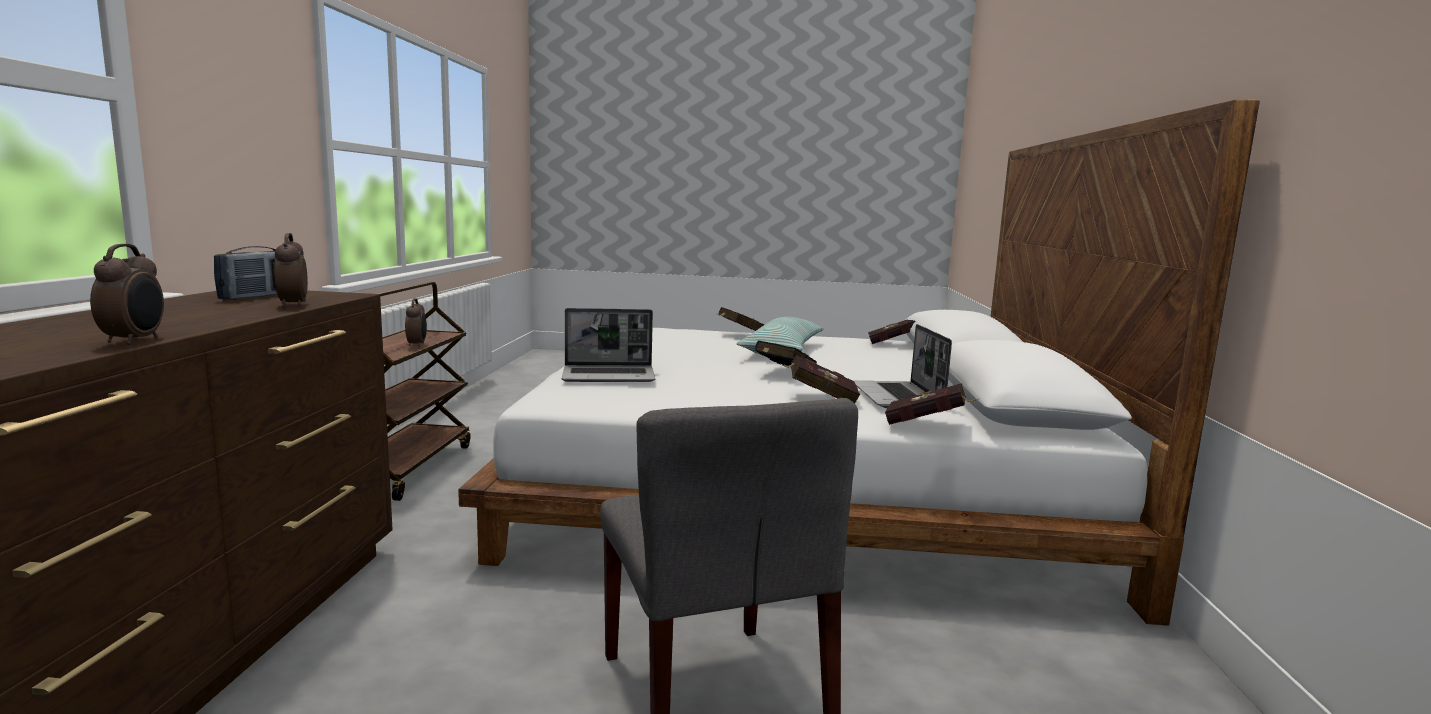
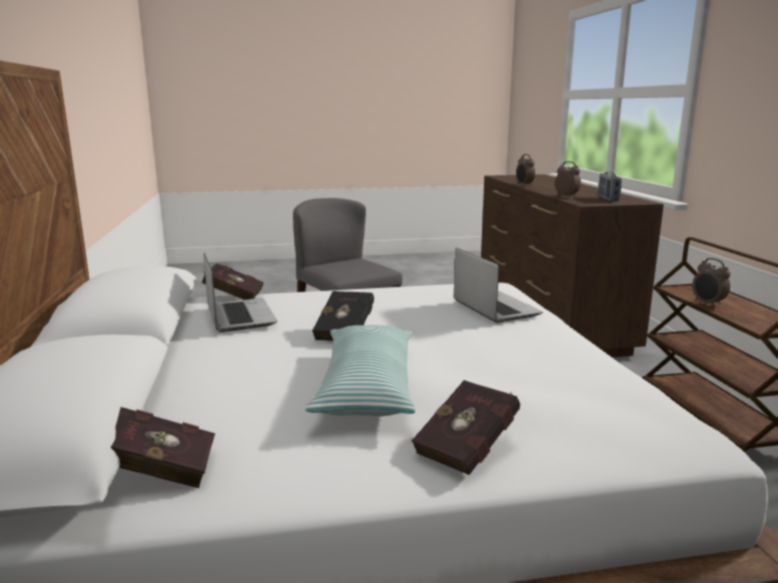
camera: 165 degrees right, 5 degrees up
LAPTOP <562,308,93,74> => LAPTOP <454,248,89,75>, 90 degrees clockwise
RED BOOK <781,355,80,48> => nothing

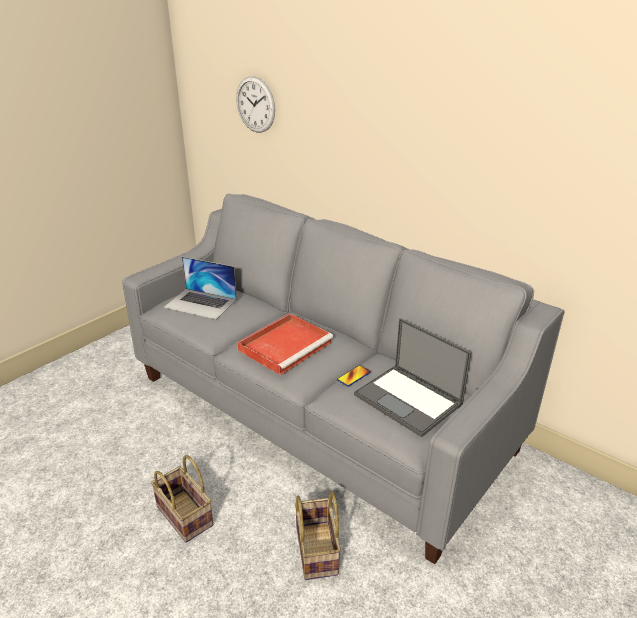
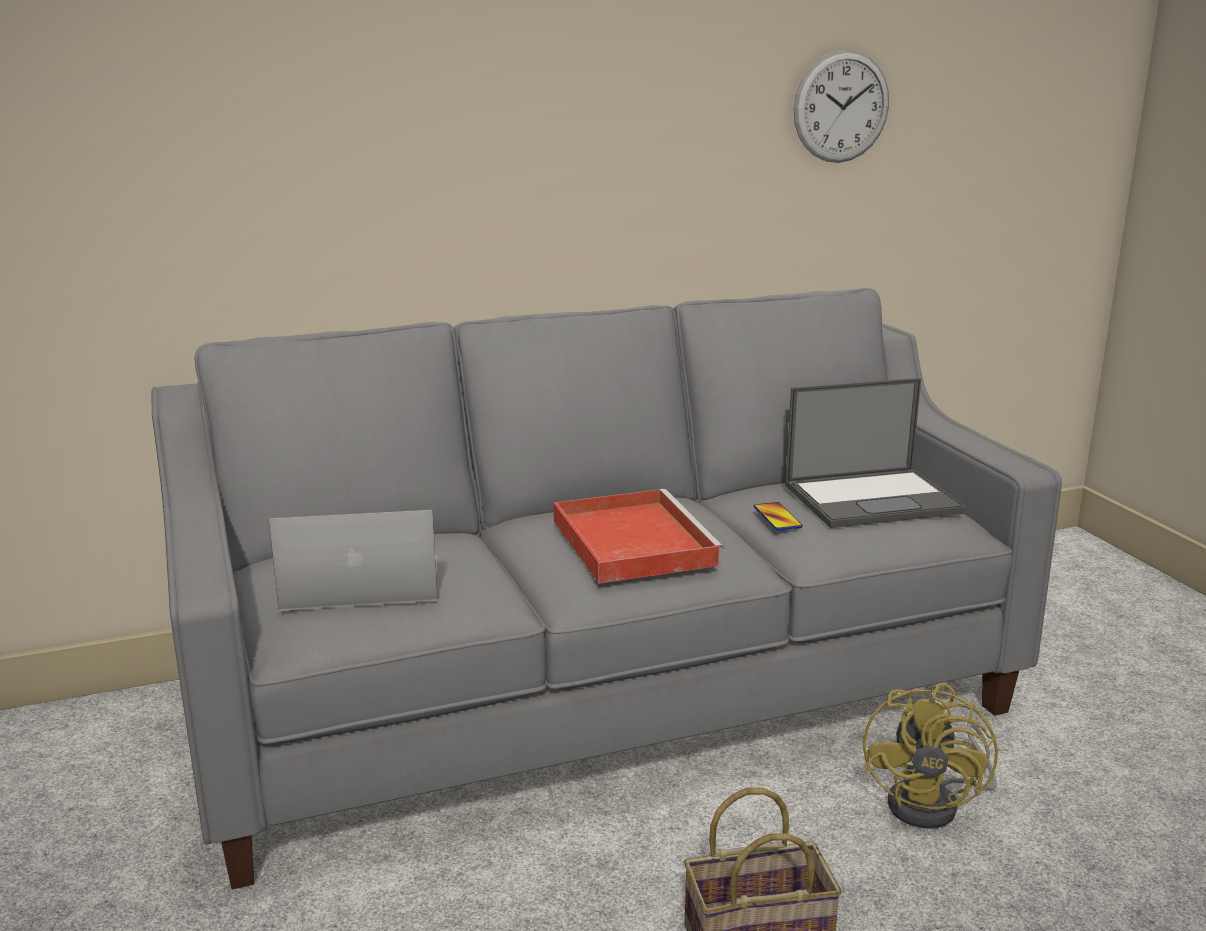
camera: 60 degrees left, 10 degrees down
LAPTOP <164,257,73,63> => LAPTOP <269,510,169,101>, 150 degrees counterclockwise
WALL CLOCK <236,76,39,57> => WALL CLOCK <794,49,95,114>, shifted
BASKET <295,491,46,89> => YELLOW FAN <863,683,135,146>

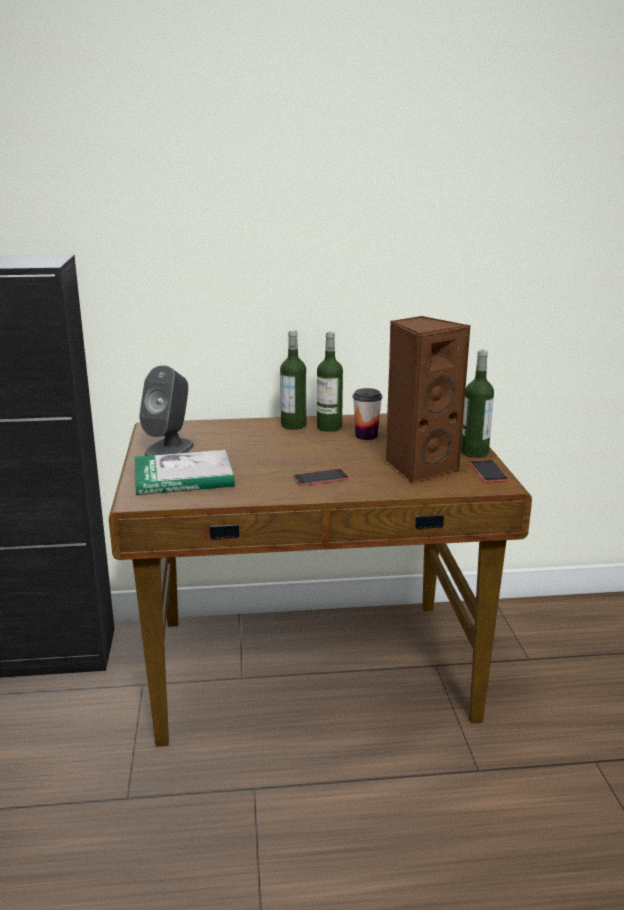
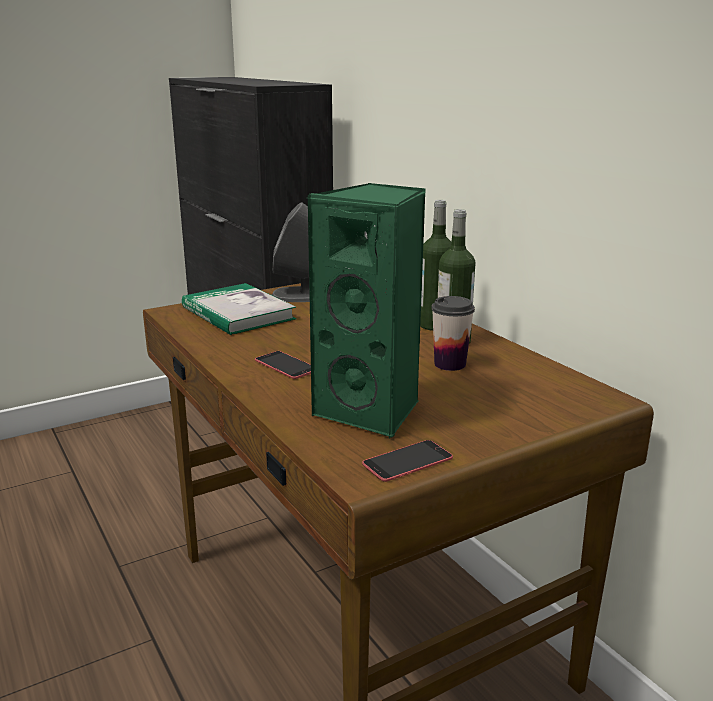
camera: 65 degrees right, 0 degrees up
BROWN SPEAKER <385,316,85,168> => GREEN SPEAKER <308,183,117,256>
BOTTLE <461,350,33,108> => nothing

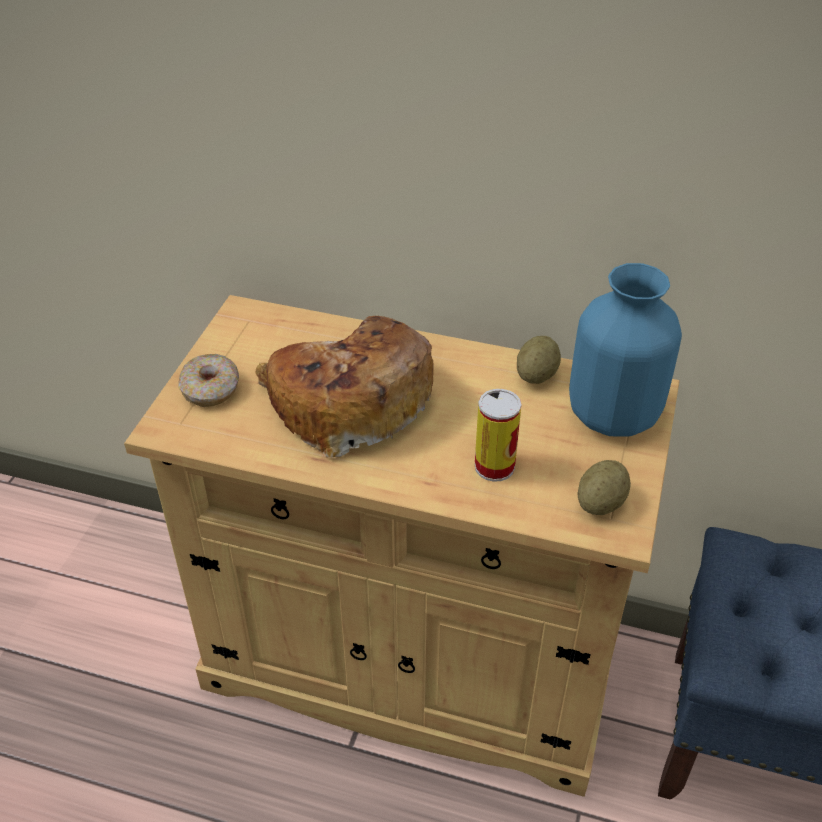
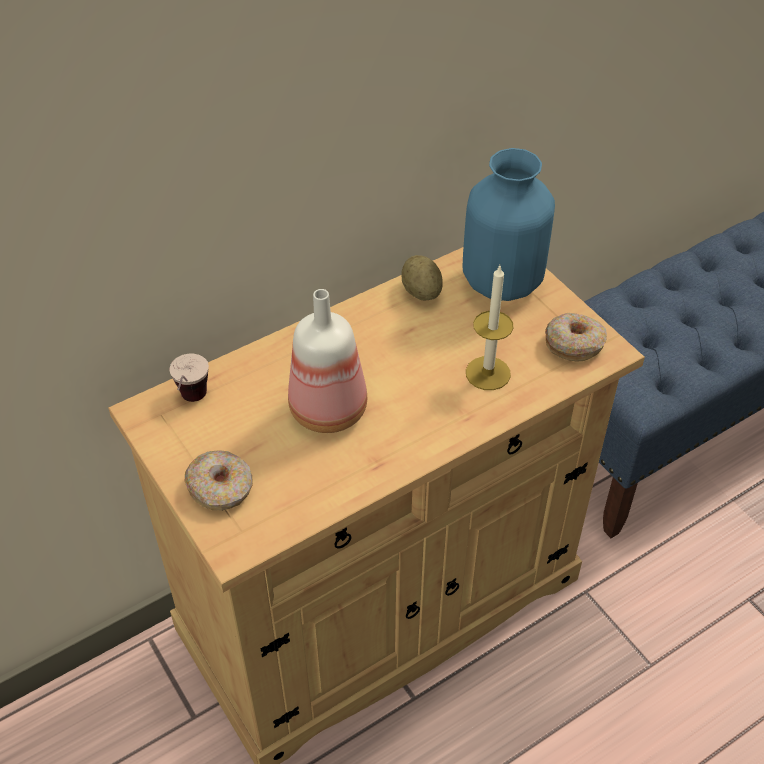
camera: 50 degrees left, 5 degrees up
BREAD <255,316,179,142> => BOTTLE <288,289,79,144>
CAN <475,389,47,93> => CANDLE <466,266,47,124>
POTATO <577,460,54,55> => DONUT <545,313,62,48>
nothing => CUP <169,354,40,48>

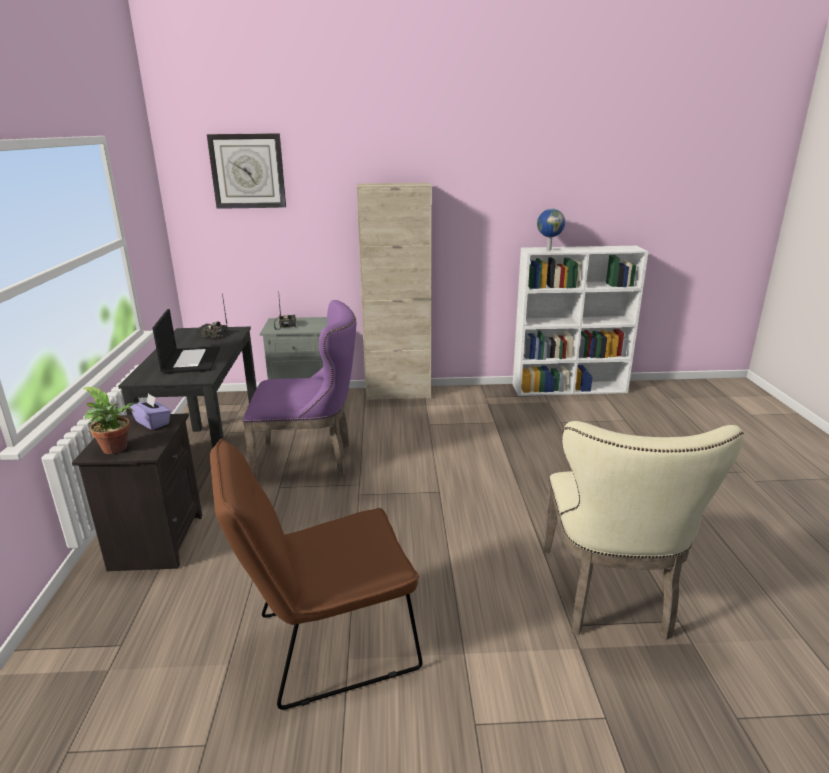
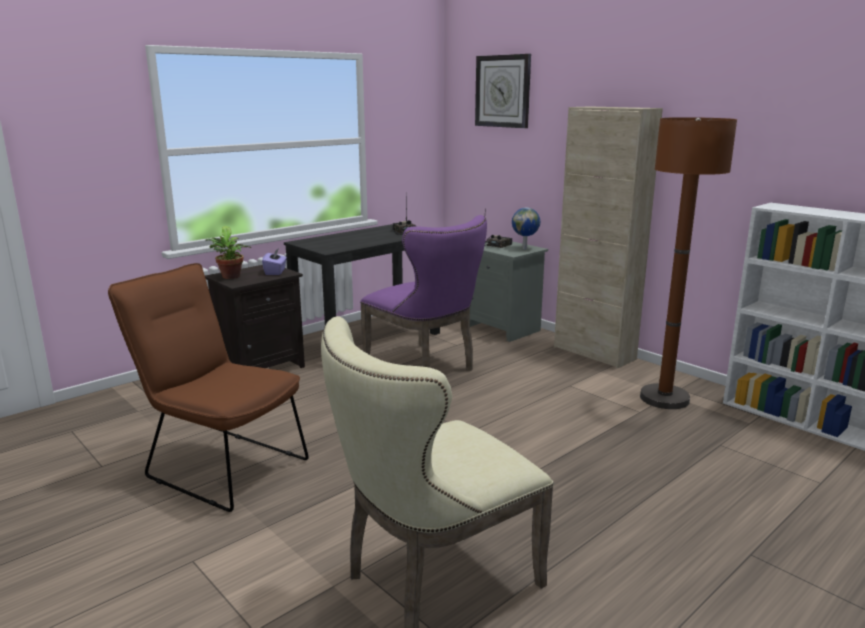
camera: 50 degrees right, 5 degrees down
LAPTOP <152,309,68,65> => nothing
GLOBE <537,209,28,41> => GLOBE <512,207,28,42>, shifted
nothing => BROWN FLOOR LAMP <640,117,97,292>

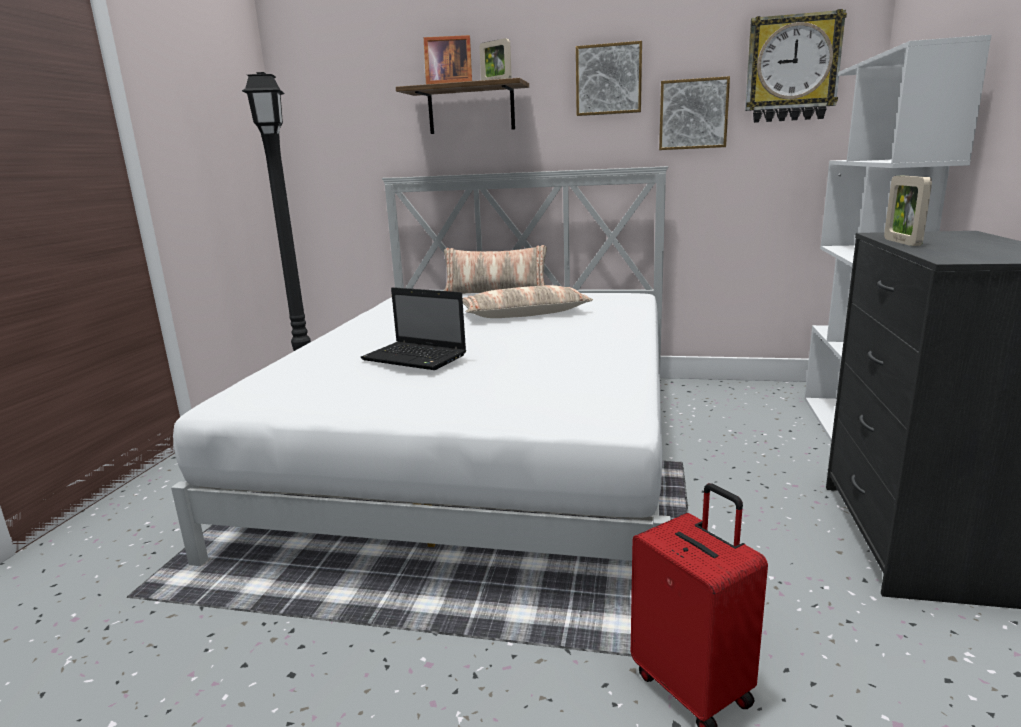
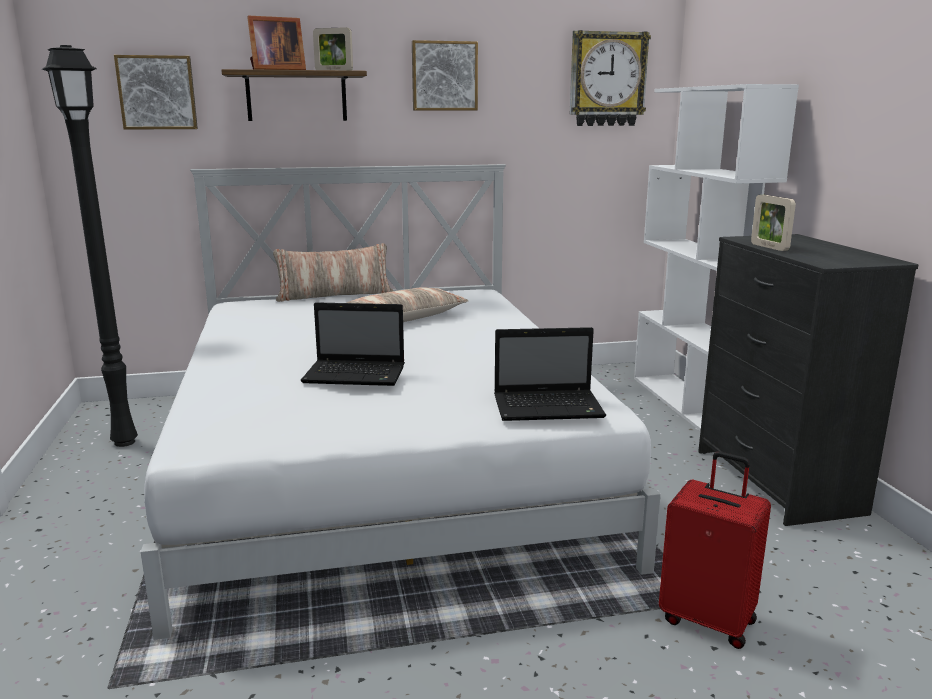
camera: 25 degrees left, 0 degrees up
PICTURE <659,76,71,74> => PICTURE <114,55,84,75>, shifted
nothing => LAPTOP <494,327,112,94>

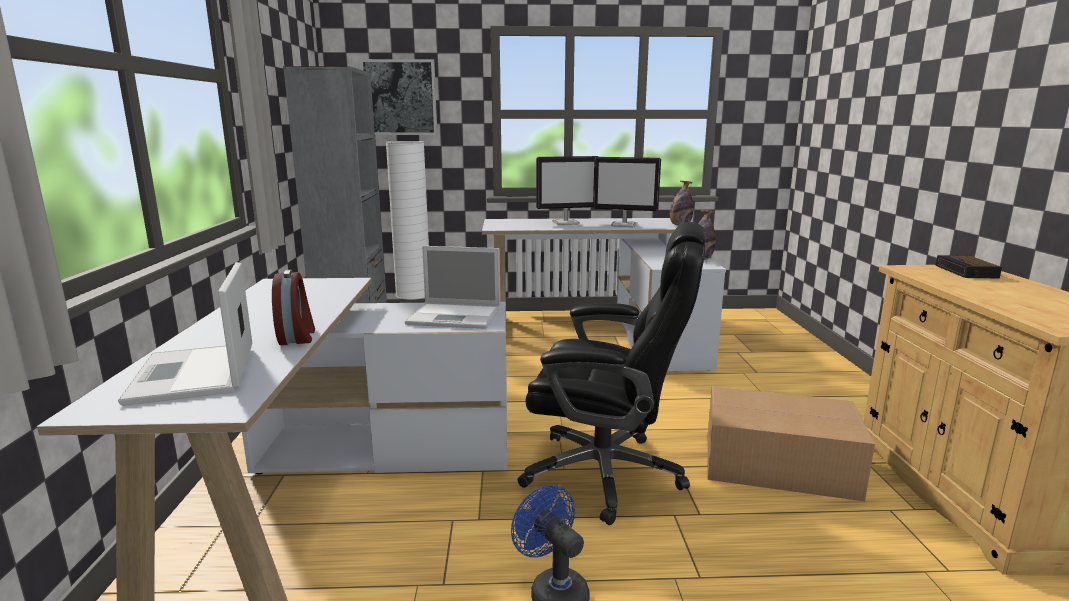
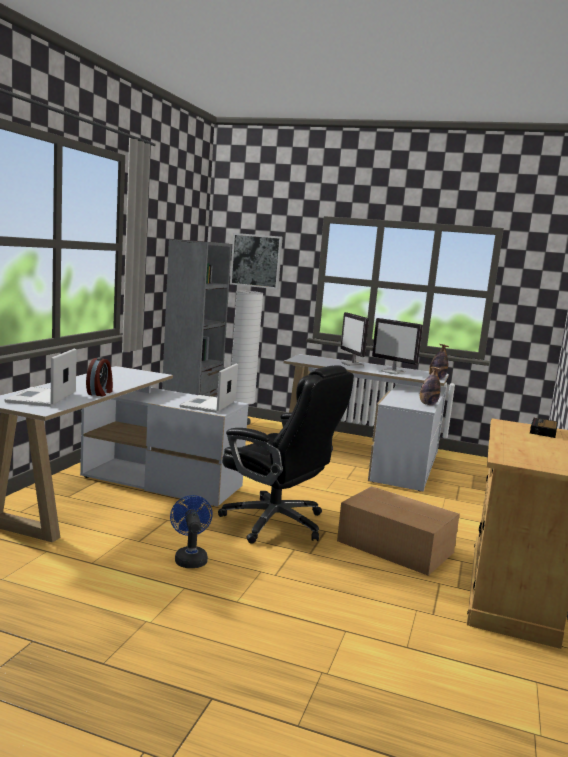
camera: 20 degrees right, 5 degrees down
LAPTOP <405,246,95,83> => LAPTOP <180,364,58,49>, 75 degrees clockwise
MONITOR <536,156,63,69> => MONITOR <340,312,29,54>, 60 degrees clockwise

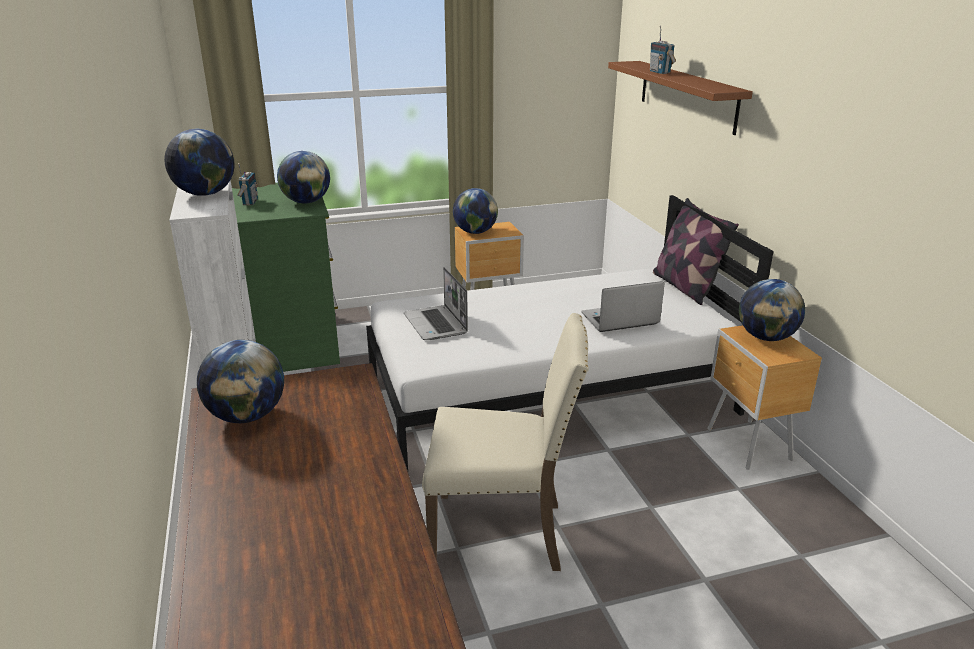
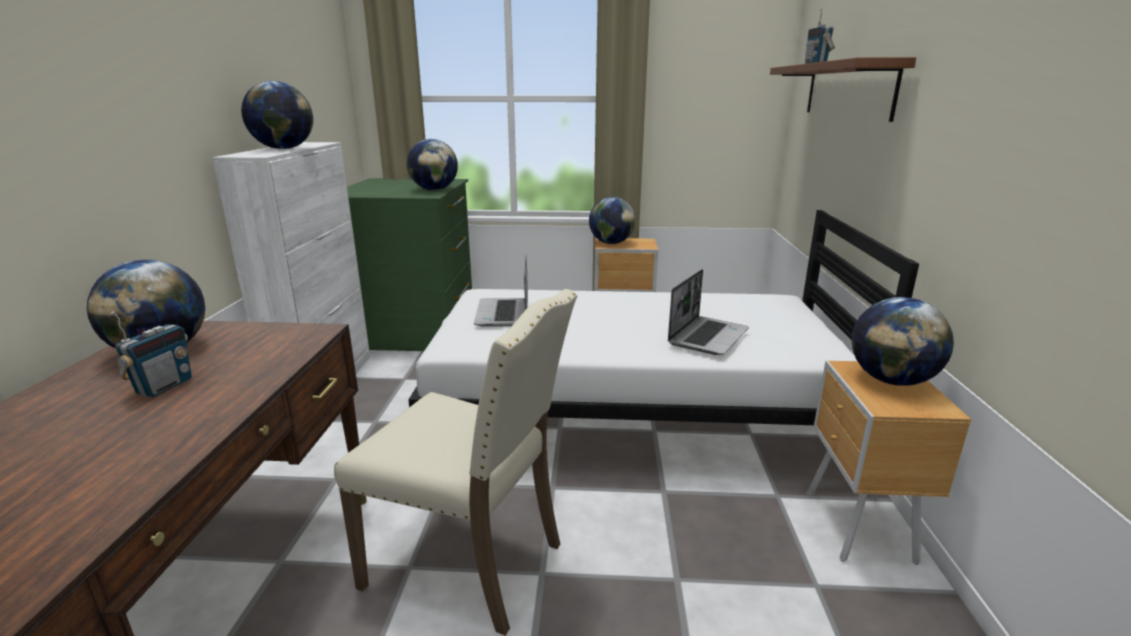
camera: 20 degrees right, 5 degrees down
RADIO <237,163,21,42> => RADIO <112,311,80,86>, shifted
LAPTOP <581,281,84,51> => LAPTOP <668,269,81,86>, 120 degrees clockwise
PILLOW <653,198,86,107> => nothing

